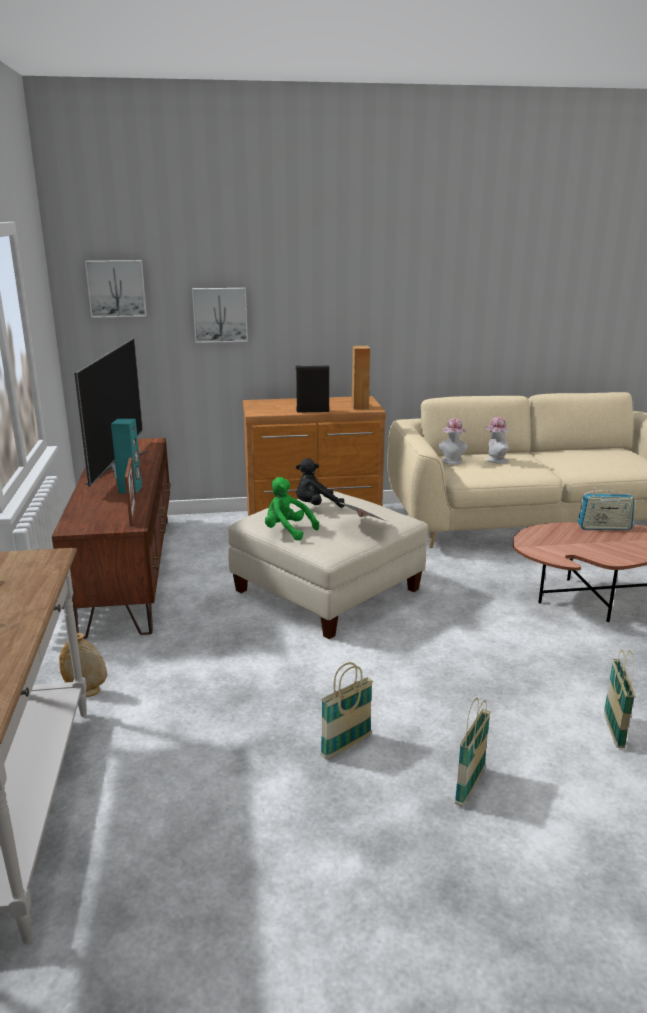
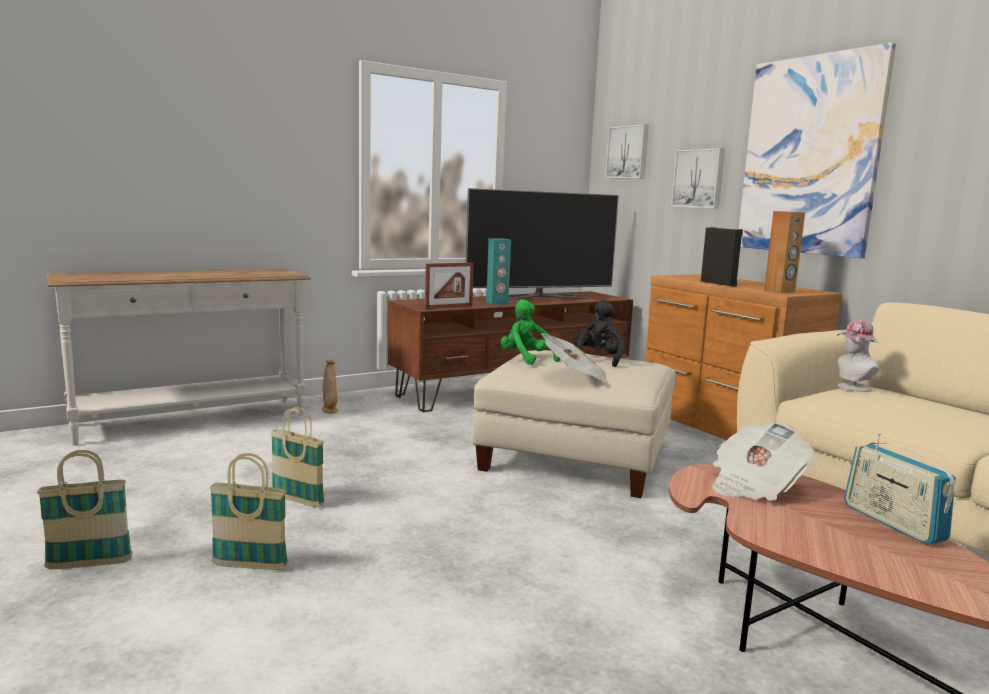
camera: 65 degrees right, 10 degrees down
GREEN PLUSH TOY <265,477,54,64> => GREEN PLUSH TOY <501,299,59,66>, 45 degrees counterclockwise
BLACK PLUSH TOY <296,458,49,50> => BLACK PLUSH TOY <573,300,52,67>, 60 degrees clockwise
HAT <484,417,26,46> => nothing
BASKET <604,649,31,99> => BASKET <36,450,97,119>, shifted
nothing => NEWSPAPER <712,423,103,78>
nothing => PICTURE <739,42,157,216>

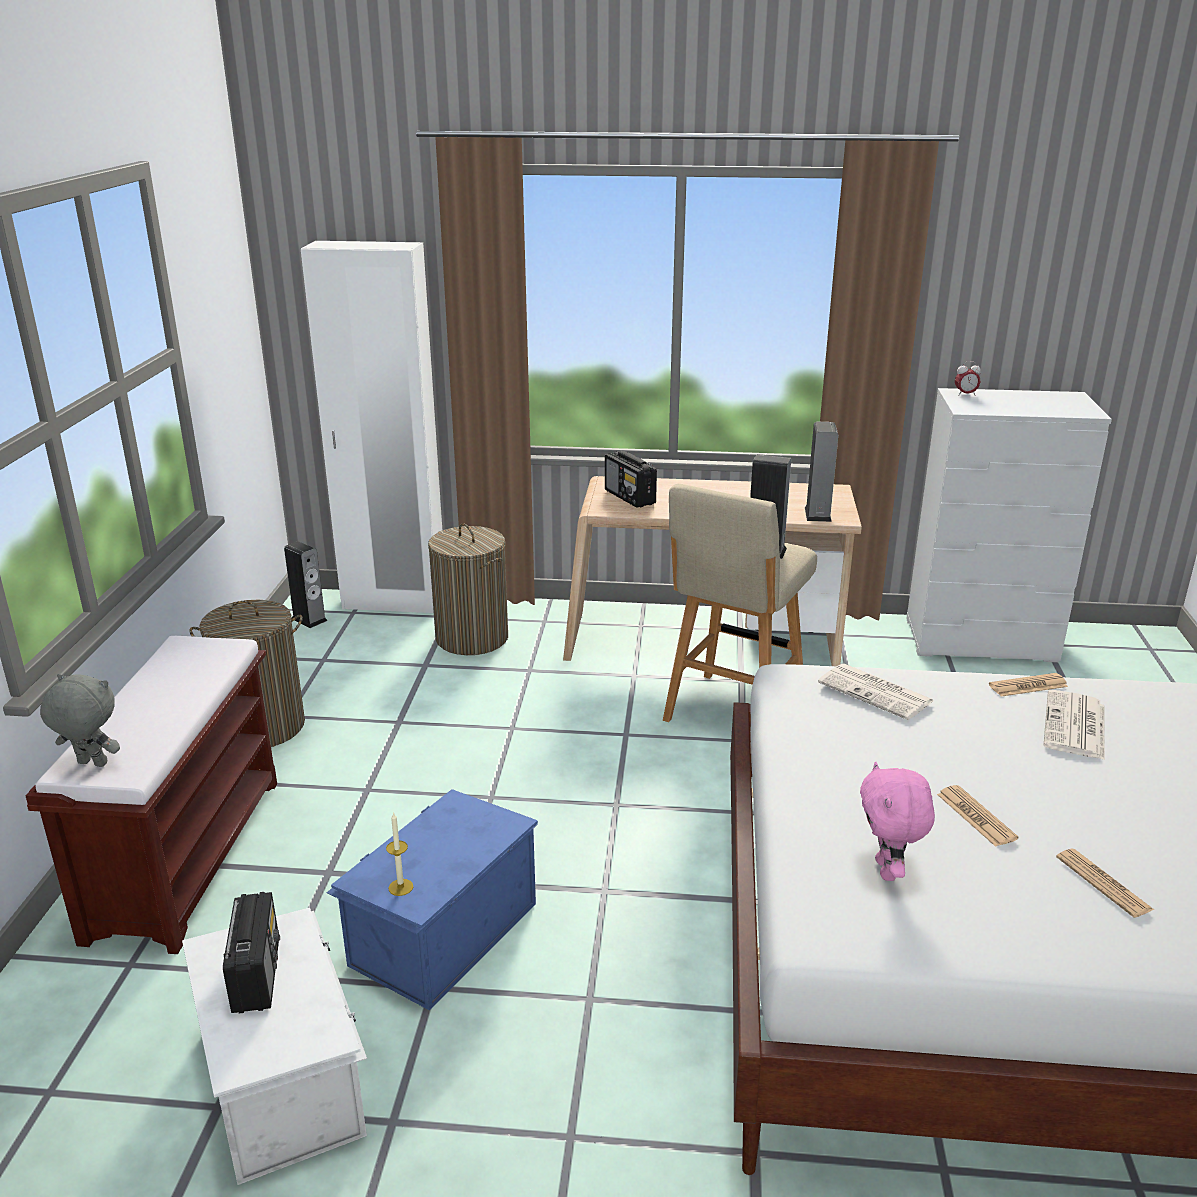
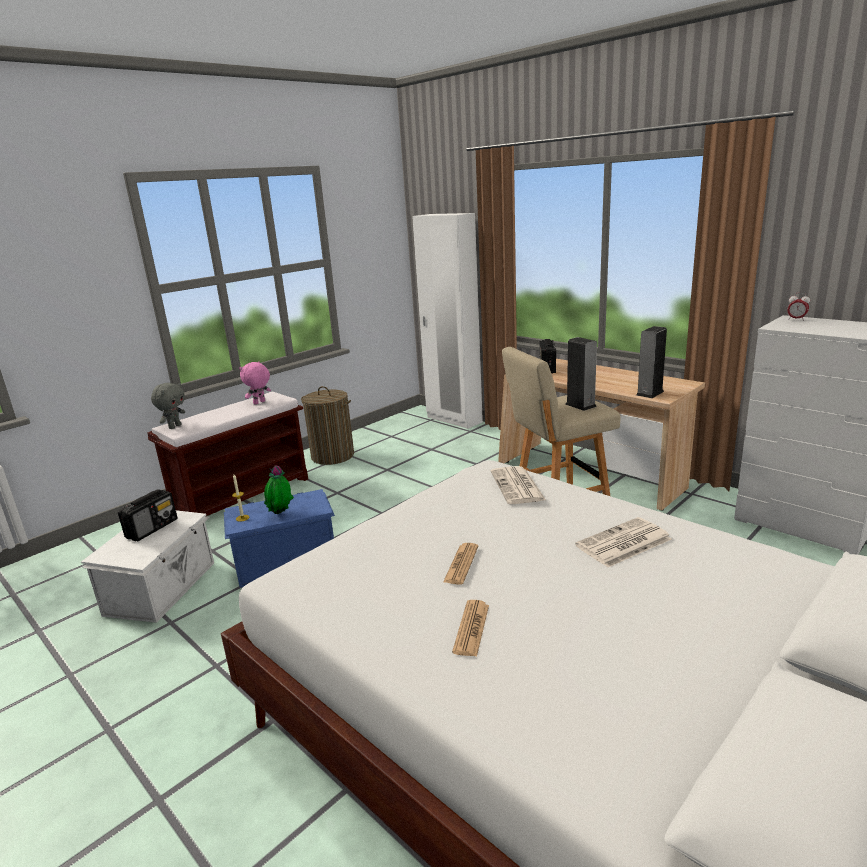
camera: 40 degrees right, 5 degrees down
GREY PLUSH TOY <40,674,80,93> => GREY PLUSH TOY <151,383,34,46>, 60 degrees clockwise
SPEAKER <284,541,44,87> => nothing
LAUNDRY BASKET <428,523,80,132> => nothing
PINK PLUSH TOY <860,762,75,119> => PINK PLUSH TOY <239,361,32,44>, shifted
NEWSPAPER <989,673,79,24> => nothing
nothing => POTTED PLANT <264,465,30,49>

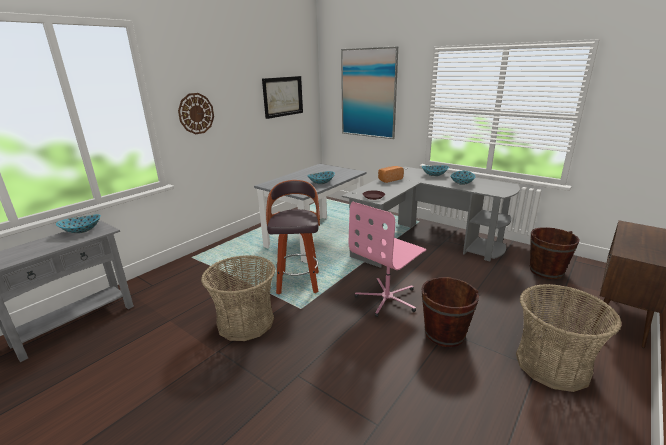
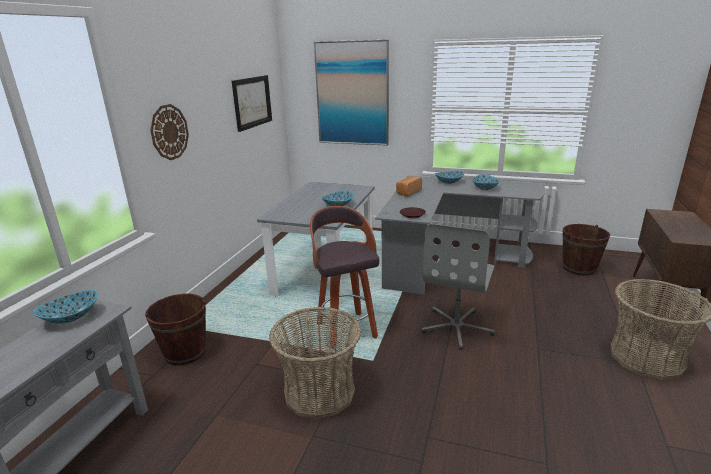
camera: 20 degrees left, 0 degrees up
PINK OFFICE CHAIR <349,202,77,115> => GREY OFFICE CHAIR <421,224,74,126>
BROWN BUCKET <421,277,58,70> => BROWN BUCKET <145,294,61,71>, shifted

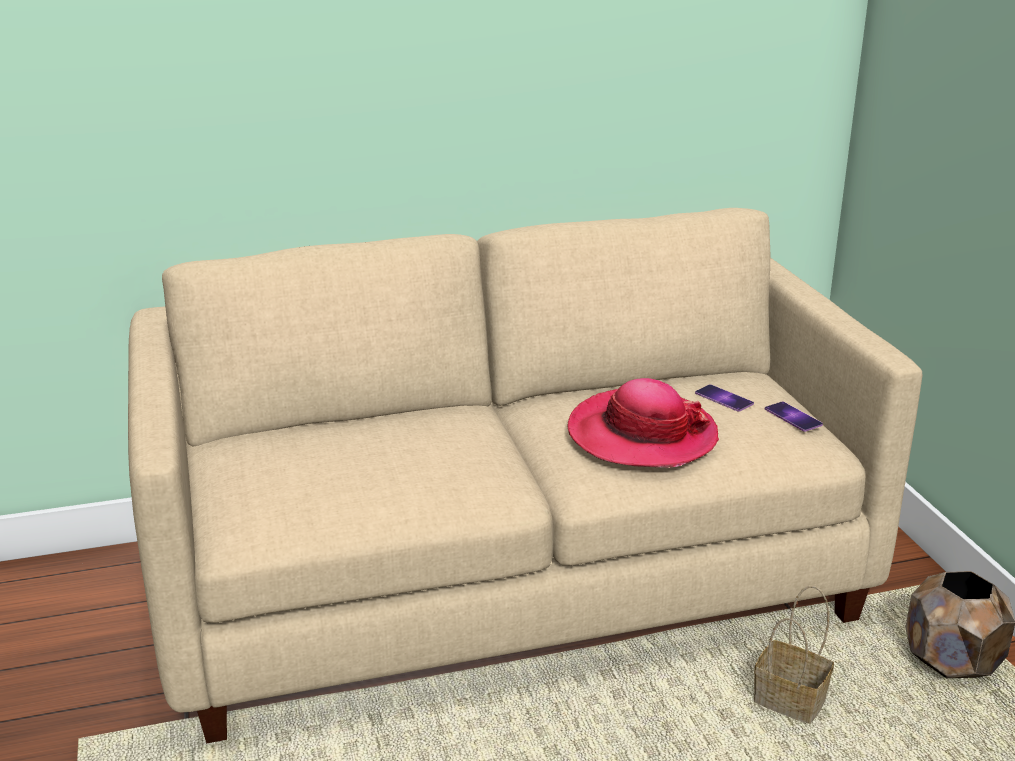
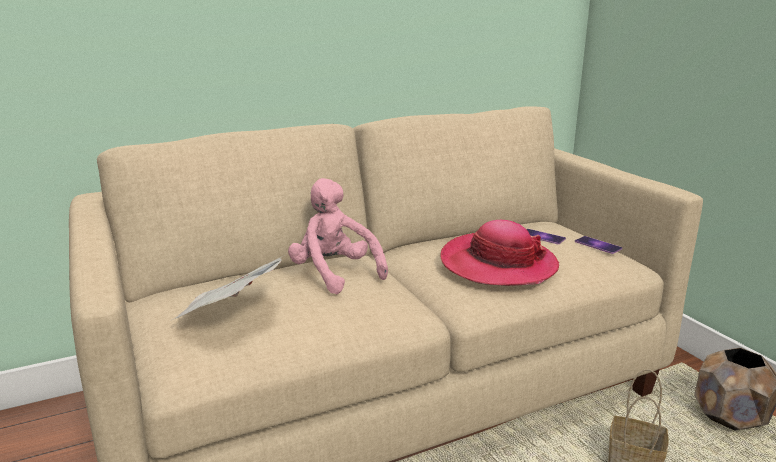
camera: 10 degrees left, 5 degrees down
nothing => NEWSPAPER <170,255,115,66>
nothing => PINK PLUSH TOY <288,178,100,116>

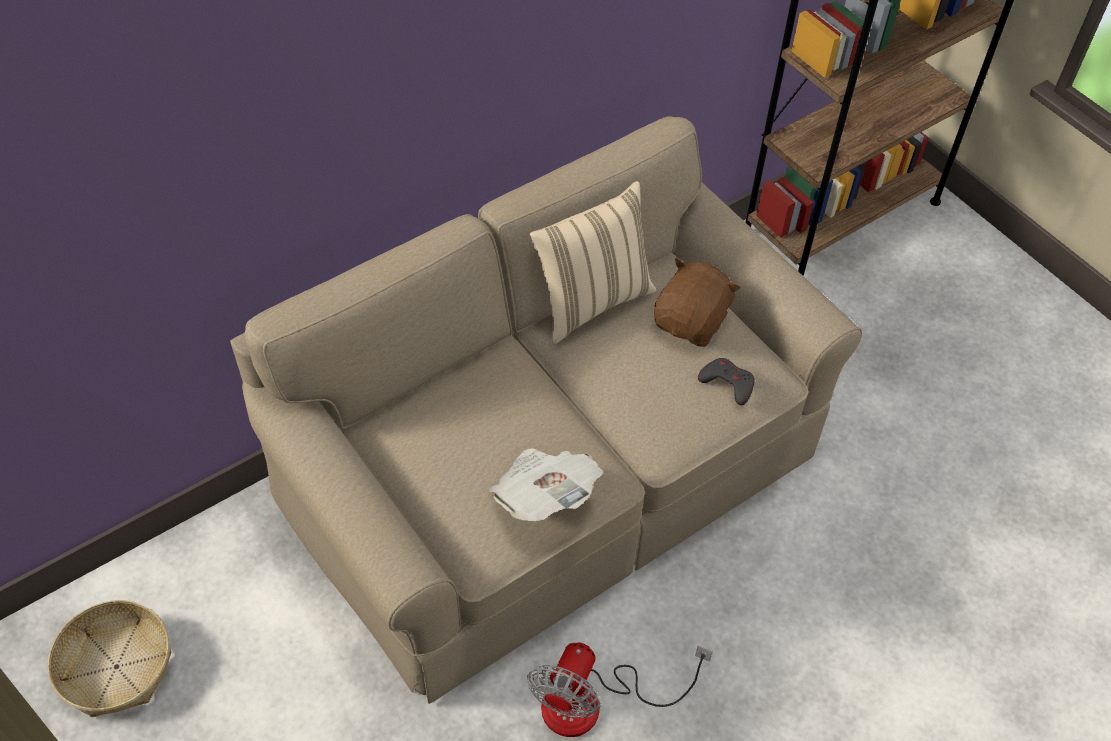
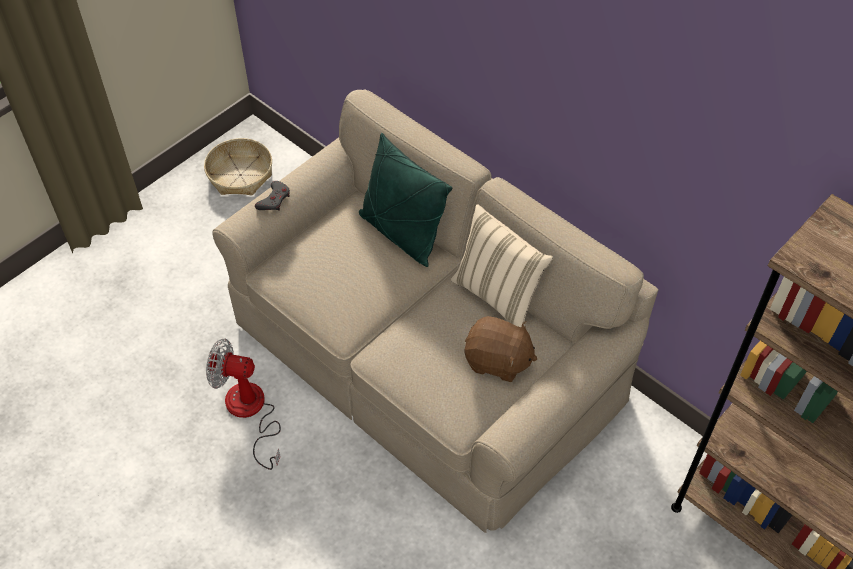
camera: 80 degrees right, 0 degrees up
NEWSPAPER <489,448,114,73> => nothing
GREY GAME CONTROLLER <698,358,56,47> => GREY GAME CONTROLLER <255,181,35,29>, shifted
nothing => GREEN PILLOW <359,133,93,134>

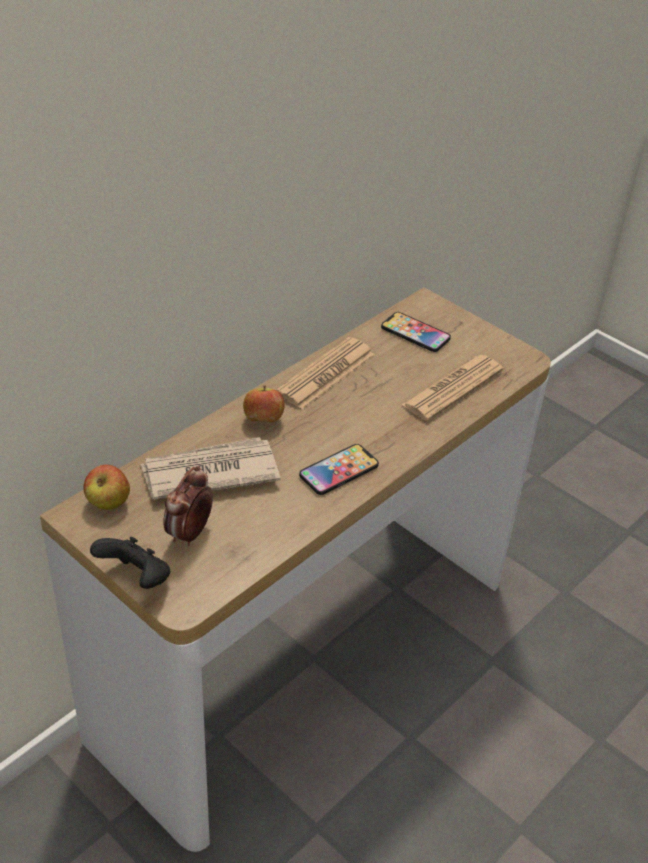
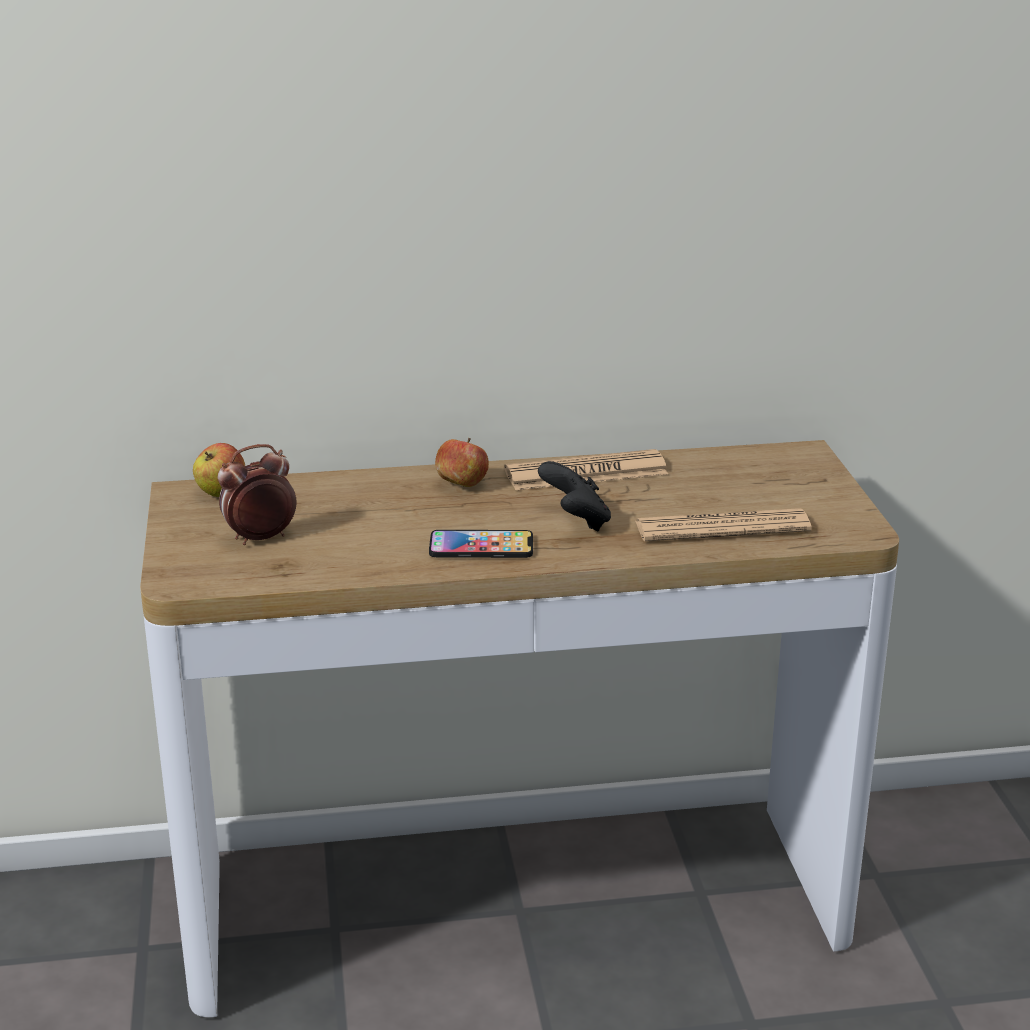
camera: 40 degrees right, 15 degrees down
BLACK GAME CONTROLLER <90,537,80,52> => BLACK GAME CONTROLLER <538,461,73,70>, shifted
NEWSPAPER <140,437,140,63> => nothing
PHONE <381,312,70,40> => nothing

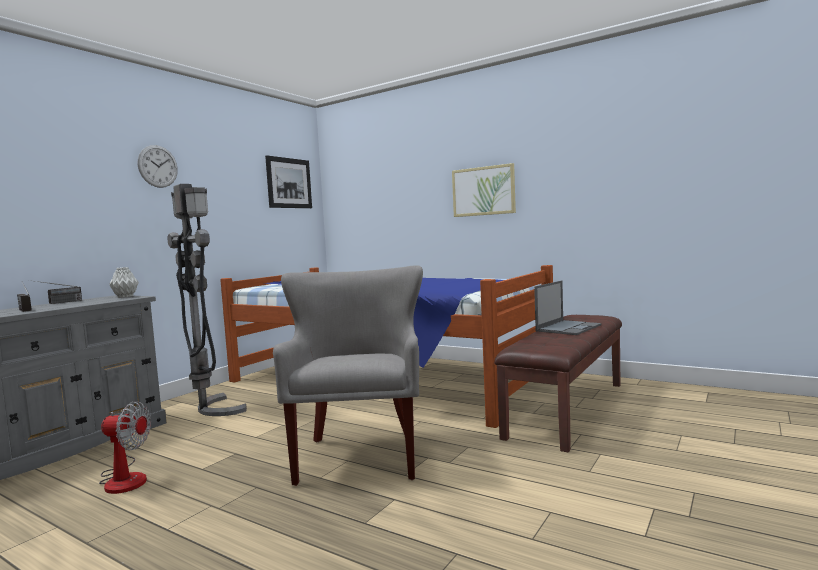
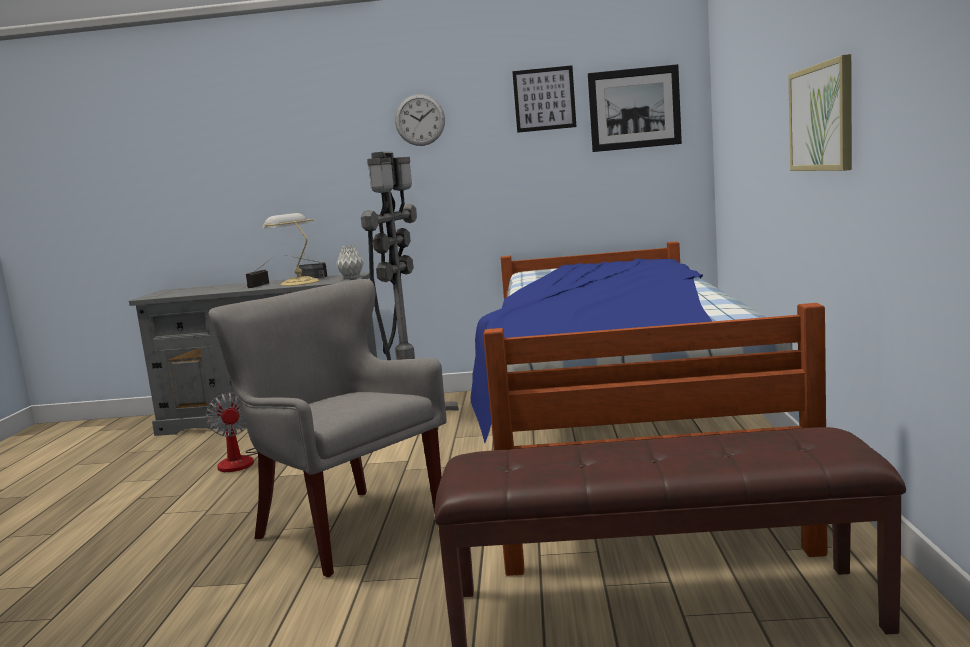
camera: 60 degrees right, 5 degrees up
GREY ARMCHAIR <273,265,150,221> => GREY ARMCHAIR <208,279,239,298>, 105 degrees counterclockwise
LAPTOP <534,281,67,54> => nothing
nothing => TABLE LAMP <262,213,57,73>
nothing => PICTURE <512,65,65,68>

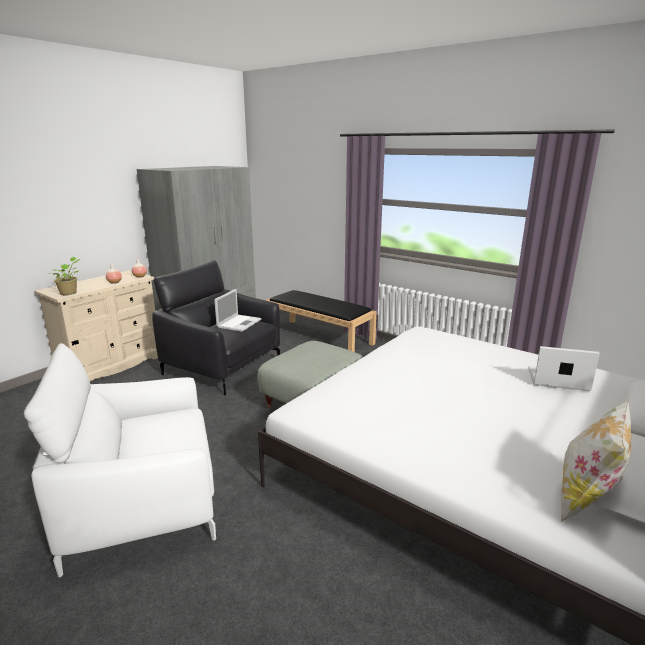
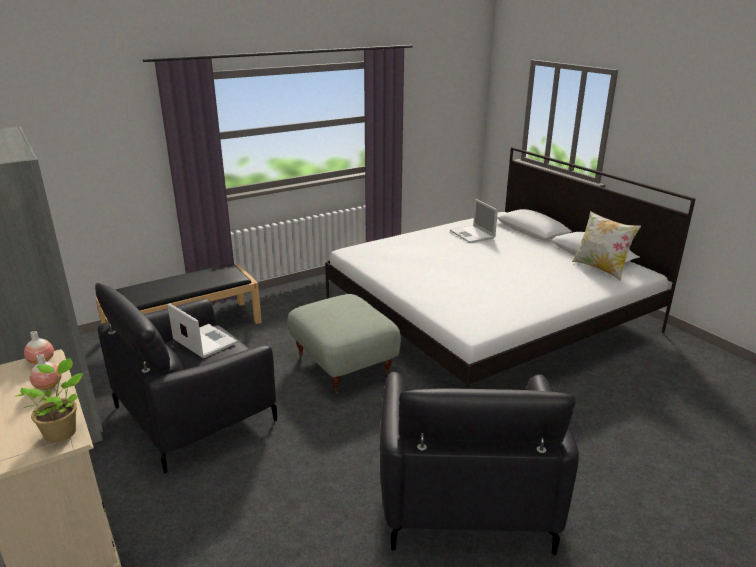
camera: 70 degrees left, 5 degrees up
WHITE ARMCHAIR <24,343,192,235> => BLACK ARMCHAIR <380,372,199,183>
LAPTOP <528,346,72,45> => LAPTOP <450,199,48,44>, 60 degrees counterclockwise

